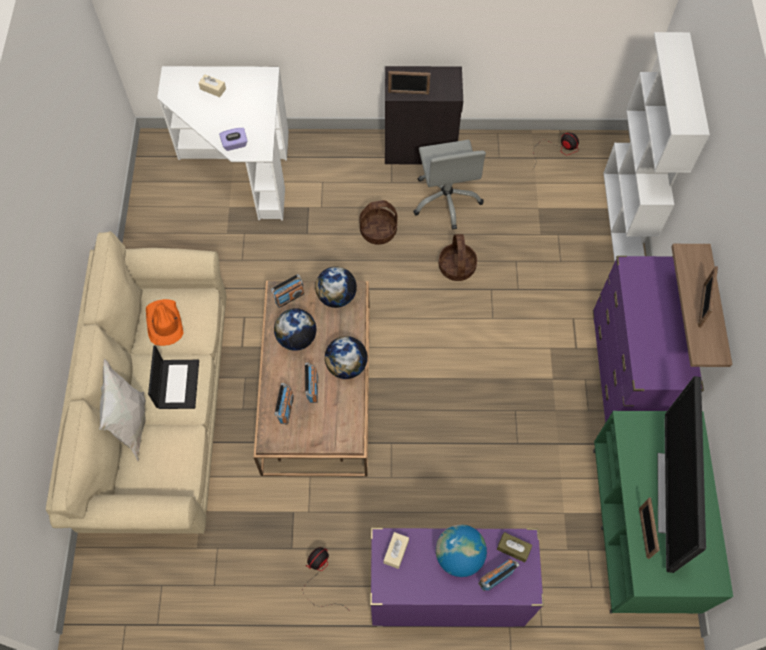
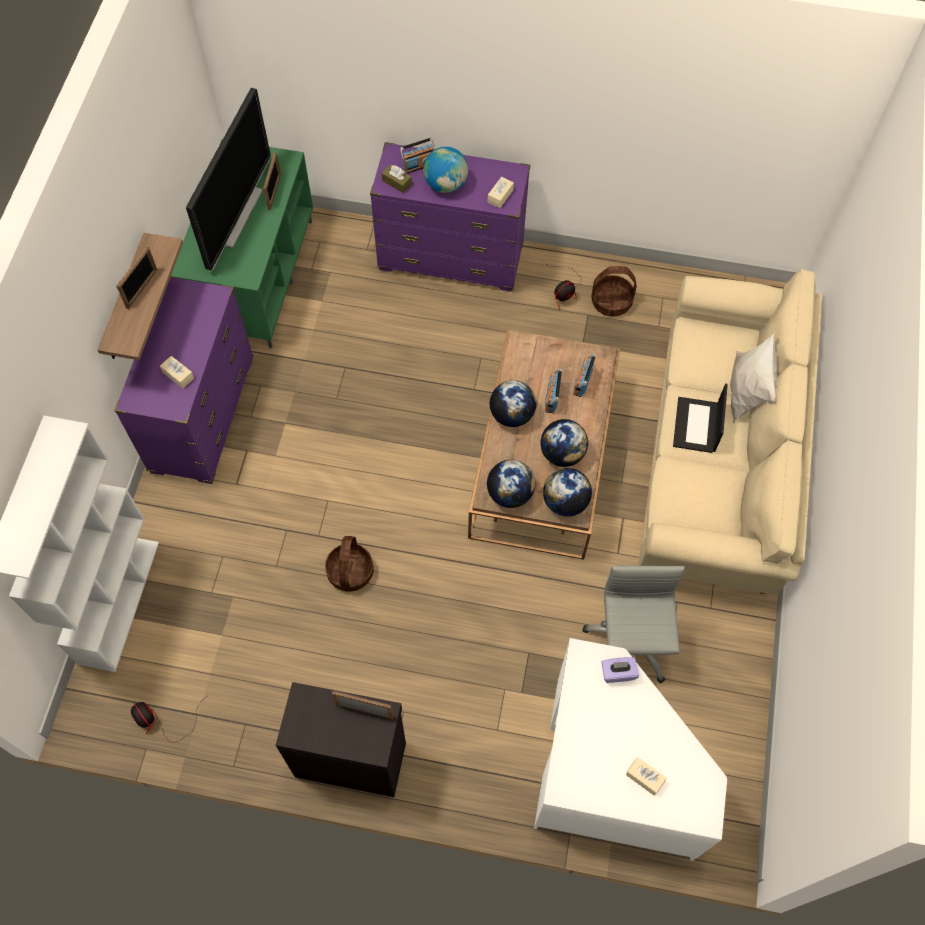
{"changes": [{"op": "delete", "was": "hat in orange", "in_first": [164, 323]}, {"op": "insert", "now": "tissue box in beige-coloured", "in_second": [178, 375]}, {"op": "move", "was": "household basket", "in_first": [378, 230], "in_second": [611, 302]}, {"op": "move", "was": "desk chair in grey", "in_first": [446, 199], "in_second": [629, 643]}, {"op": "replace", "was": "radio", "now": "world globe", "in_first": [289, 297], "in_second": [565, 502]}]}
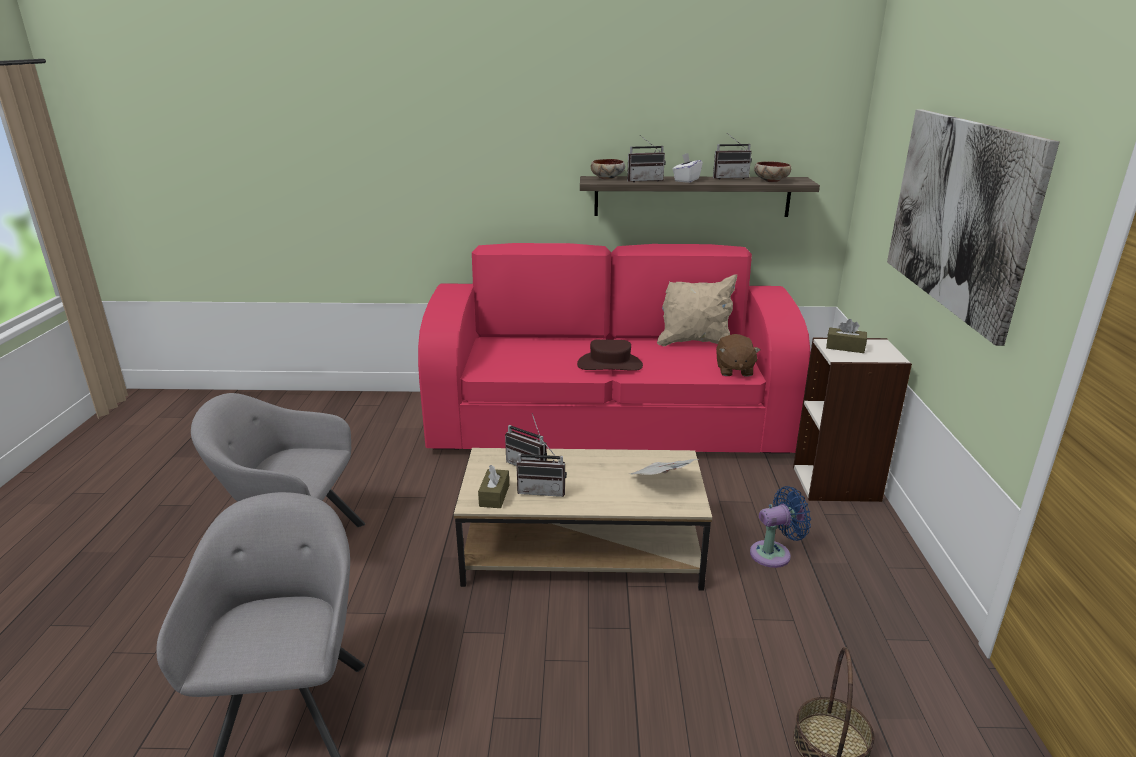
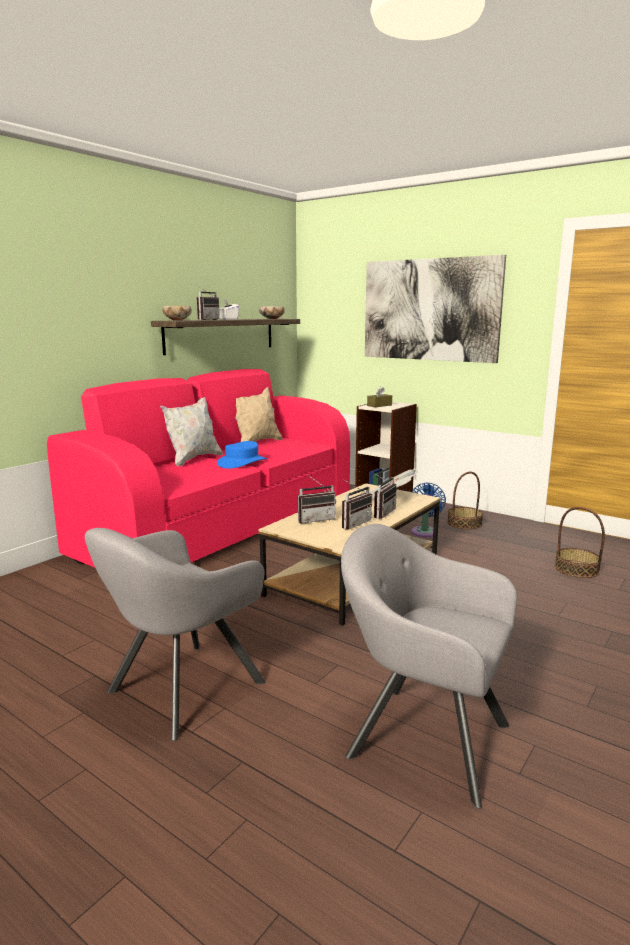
{"changes": [{"op": "delete", "was": "tissue box in brownish", "in_first": [494, 495]}, {"op": "delete", "was": "plush toy in brownish", "in_first": [734, 370]}, {"op": "insert", "now": "throw pillow in whitish", "in_second": [192, 459]}, {"op": "insert", "now": "household basket", "in_second": [464, 523]}, {"op": "move", "was": "radio", "in_first": [730, 177], "in_second": [381, 513]}, {"op": "recolor", "was": "hat in brownish", "now": "hat in blue", "in_first": [610, 365], "in_second": [242, 462]}]}
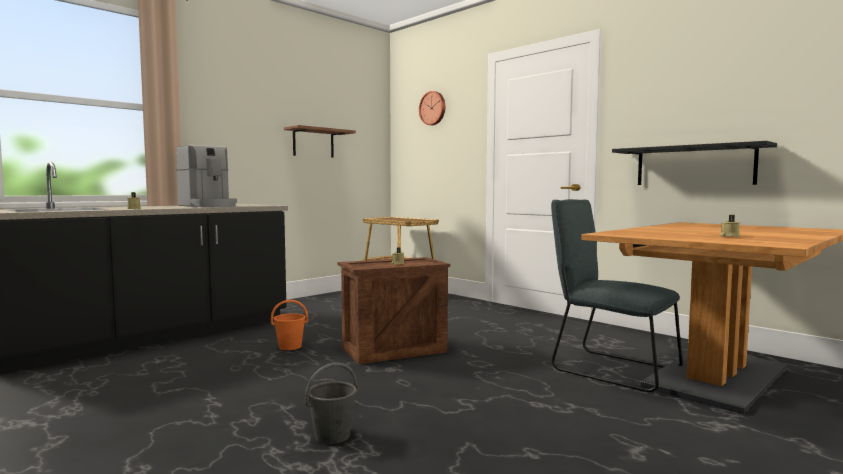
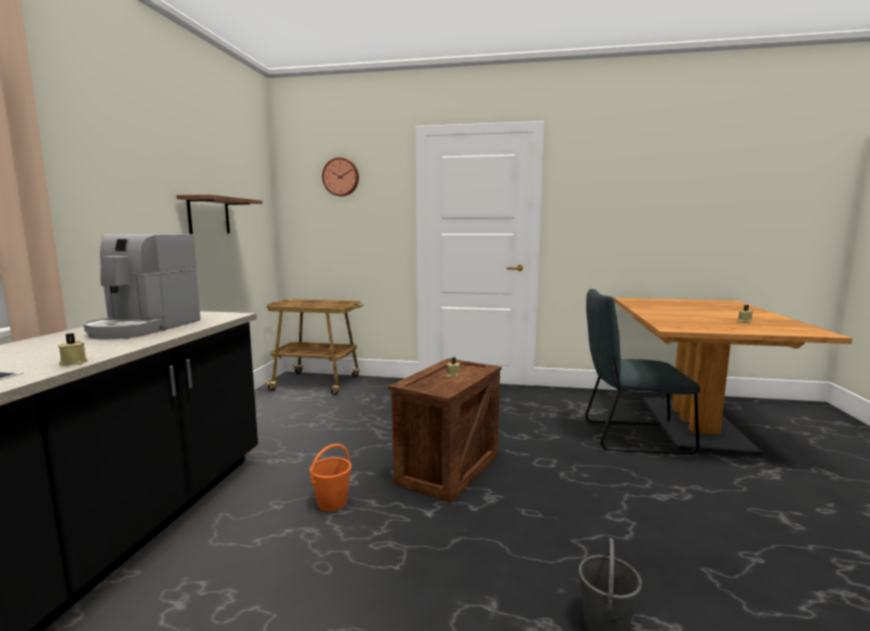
{"changes": [{"op": "delete", "was": "wall shelf in black", "in_first": [694, 166]}, {"op": "rotate", "was": "coffee brewer", "in_first": [208, 206], "in_second": [144, 328], "clockwise": 90}]}
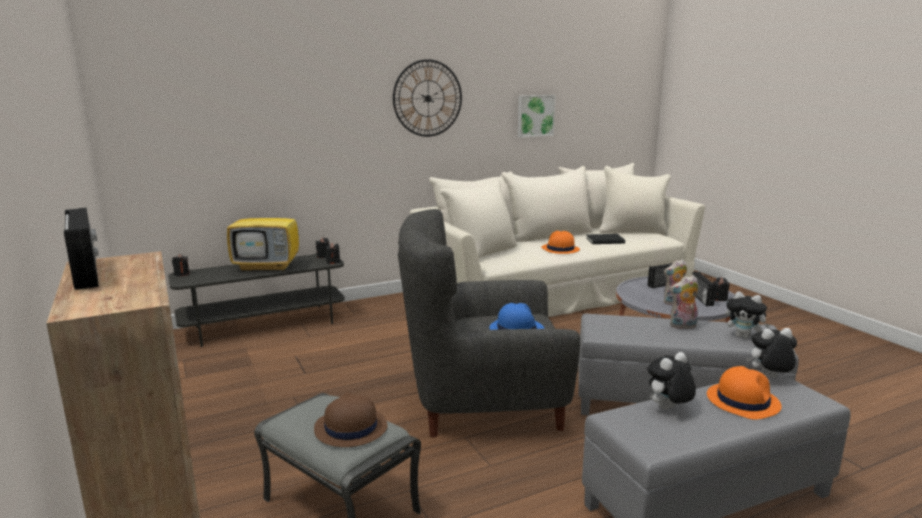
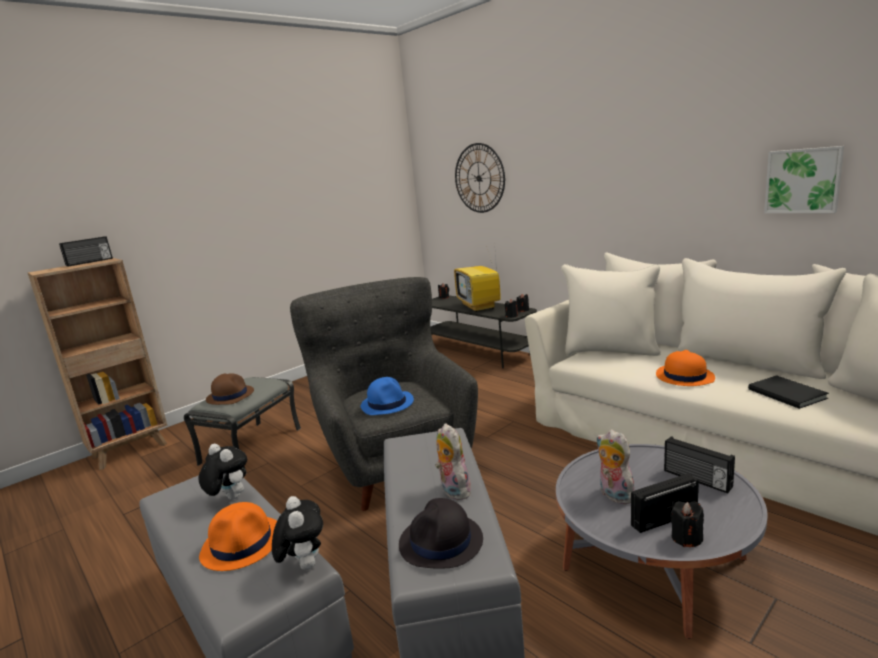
{"changes": [{"op": "move", "was": "hanging clock", "in_first": [428, 98], "in_second": [479, 178]}, {"op": "replace", "was": "plush toy", "now": "hat in black", "in_first": [744, 336], "in_second": [441, 542]}]}
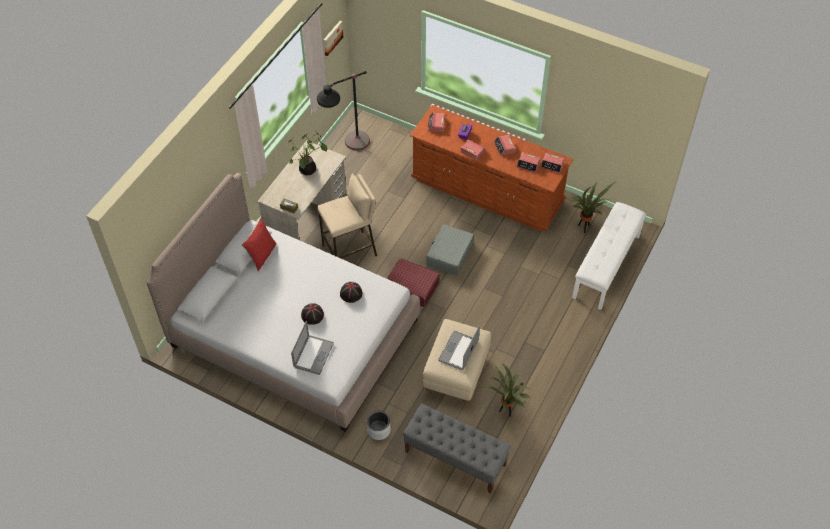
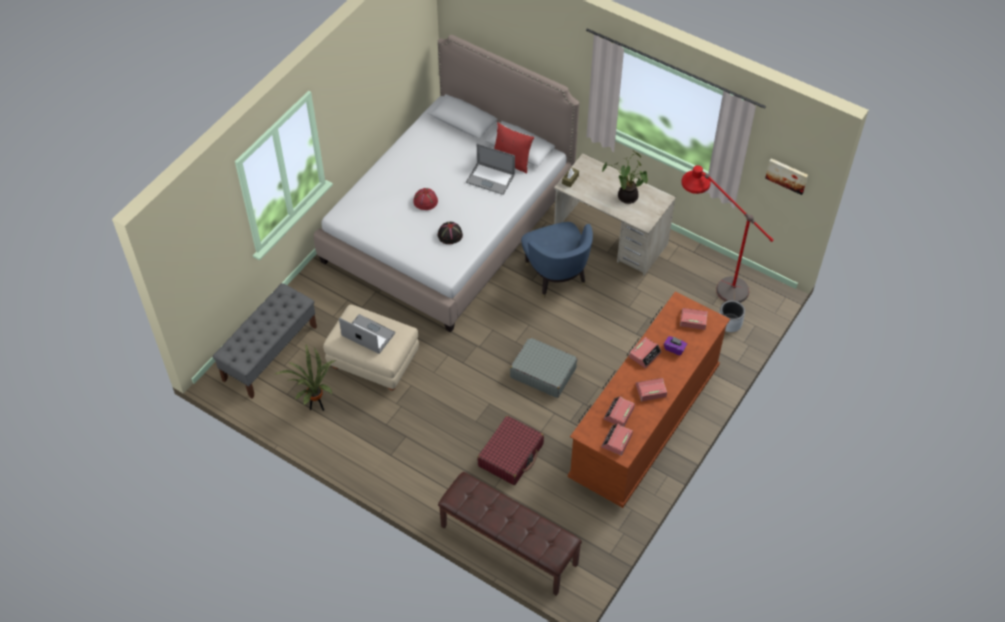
{"changes": [{"op": "delete", "was": "houseplant", "in_first": [584, 228]}, {"op": "move", "was": "laptop", "in_first": [313, 355], "in_second": [490, 178]}, {"op": "move", "was": "flower pot in grey", "in_first": [378, 430], "in_second": [729, 322]}, {"op": "move", "was": "travel case in red", "in_first": [412, 287], "in_second": [511, 455]}, {"op": "replace", "was": "stool seat in beige-coloured", "now": "easy chair in blue", "in_first": [350, 251], "in_second": [556, 276]}, {"op": "recolor", "was": "hat in black", "now": "hat in red", "in_first": [312, 315], "in_second": [425, 201]}, {"op": "recolor", "was": "floor lamp in black", "now": "floor lamp in red", "in_first": [348, 153], "in_second": [711, 280]}, {"op": "recolor", "was": "long seat in whitish", "now": "long seat in brownish", "in_first": [607, 267], "in_second": [508, 545]}]}
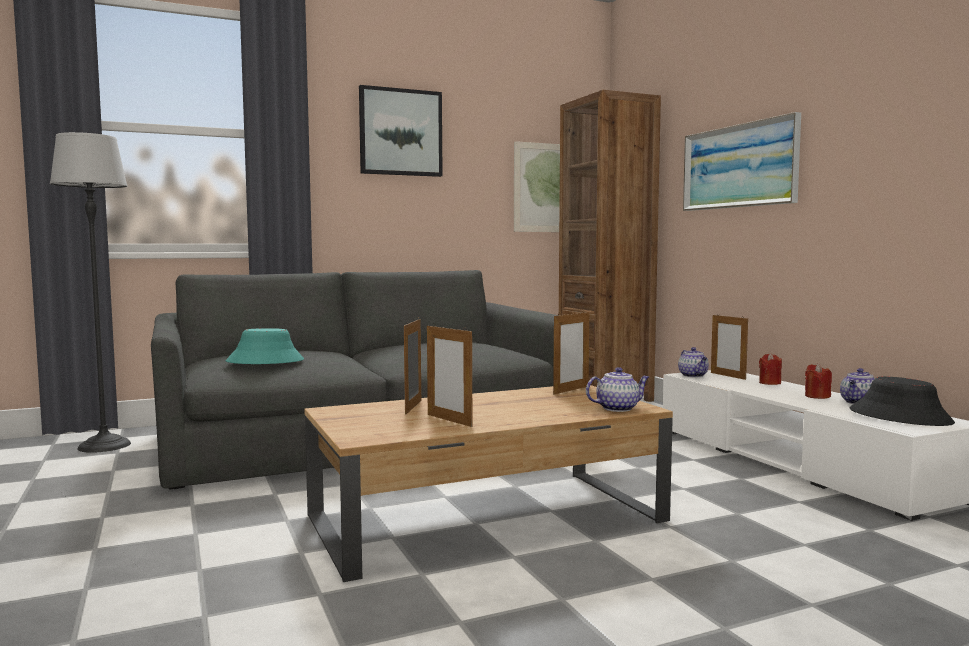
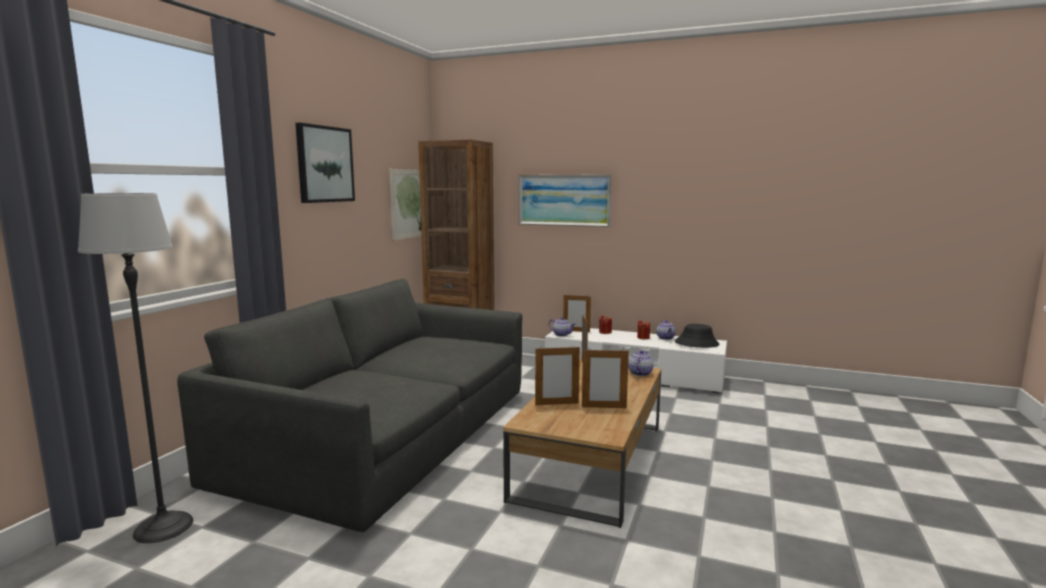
{"changes": [{"op": "delete", "was": "hat in blue-green", "in_first": [265, 361]}, {"op": "rotate", "was": "standing frame", "in_first": [413, 407], "in_second": [557, 404], "clockwise": -60}]}
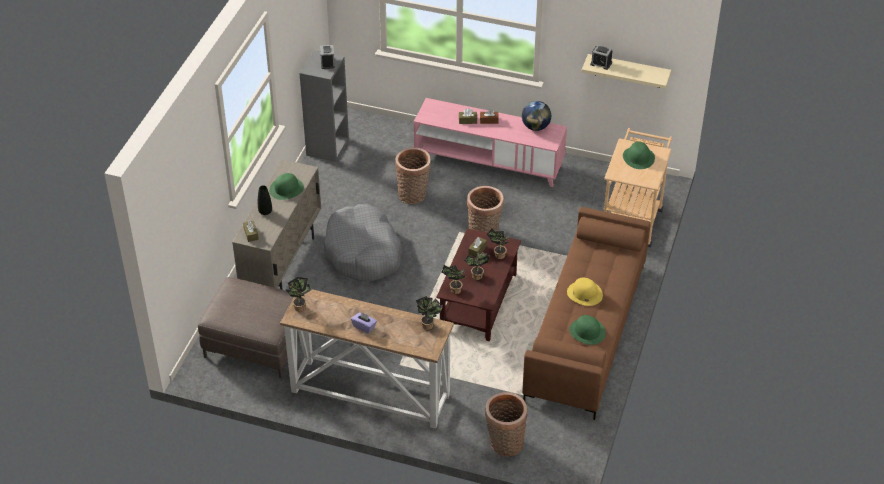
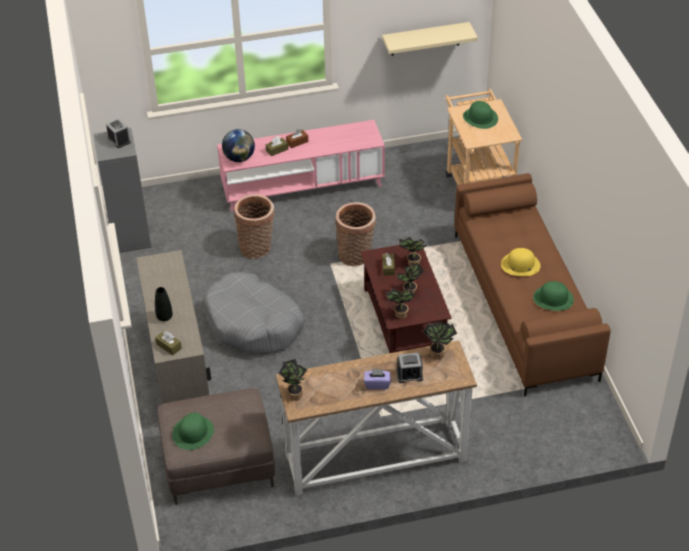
{"changes": [{"op": "delete", "was": "household basket", "in_first": [504, 445]}, {"op": "move", "was": "hat in green-coloured", "in_first": [286, 188], "in_second": [193, 432]}, {"op": "move", "was": "world globe", "in_first": [535, 127], "in_second": [239, 158]}, {"op": "move", "was": "alarm clock", "in_first": [601, 63], "in_second": [409, 375]}]}
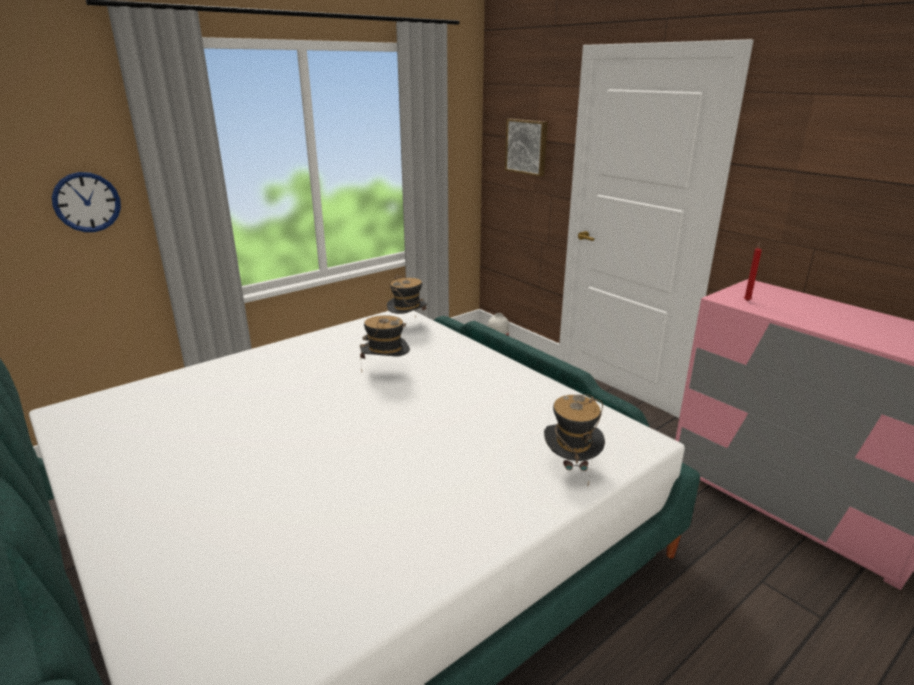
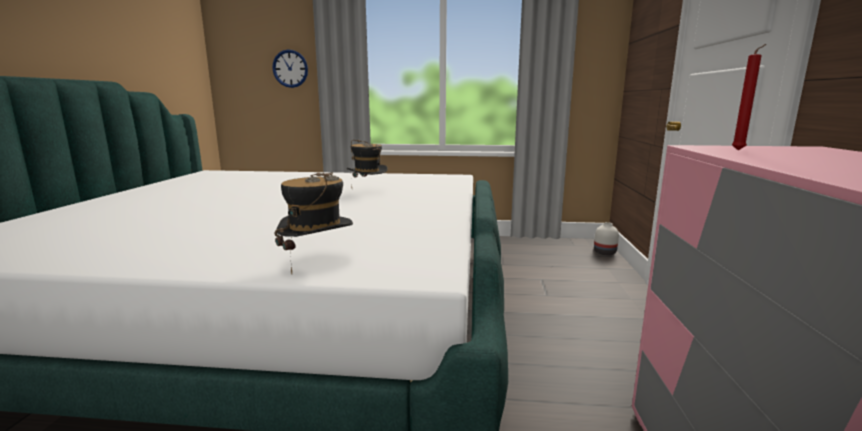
{"changes": [{"op": "delete", "was": "hat", "in_first": [408, 325]}, {"op": "delete", "was": "picture", "in_first": [527, 146]}]}
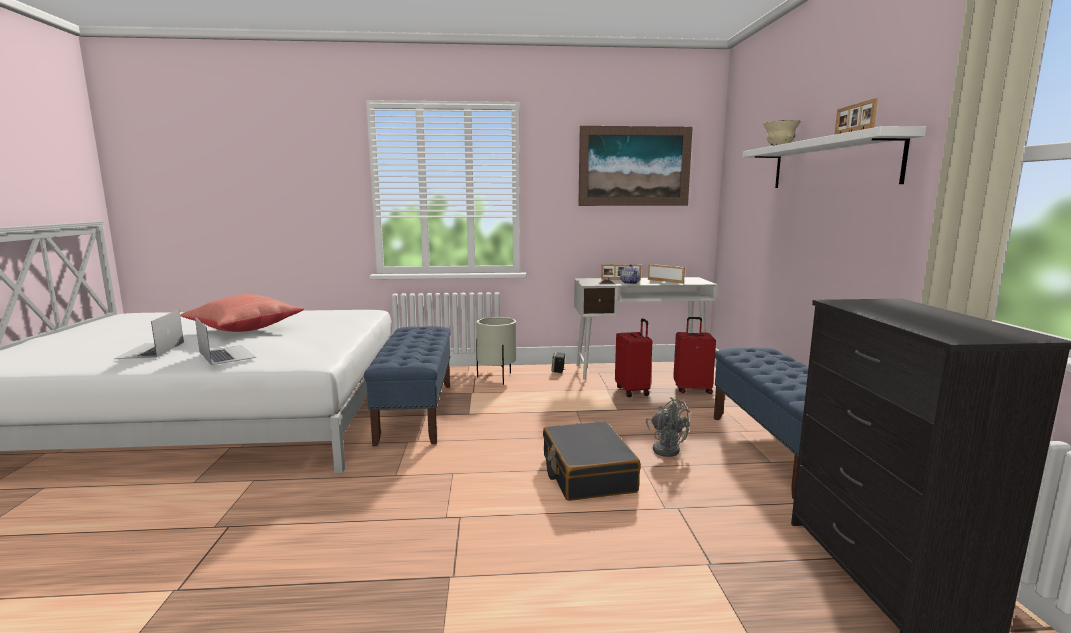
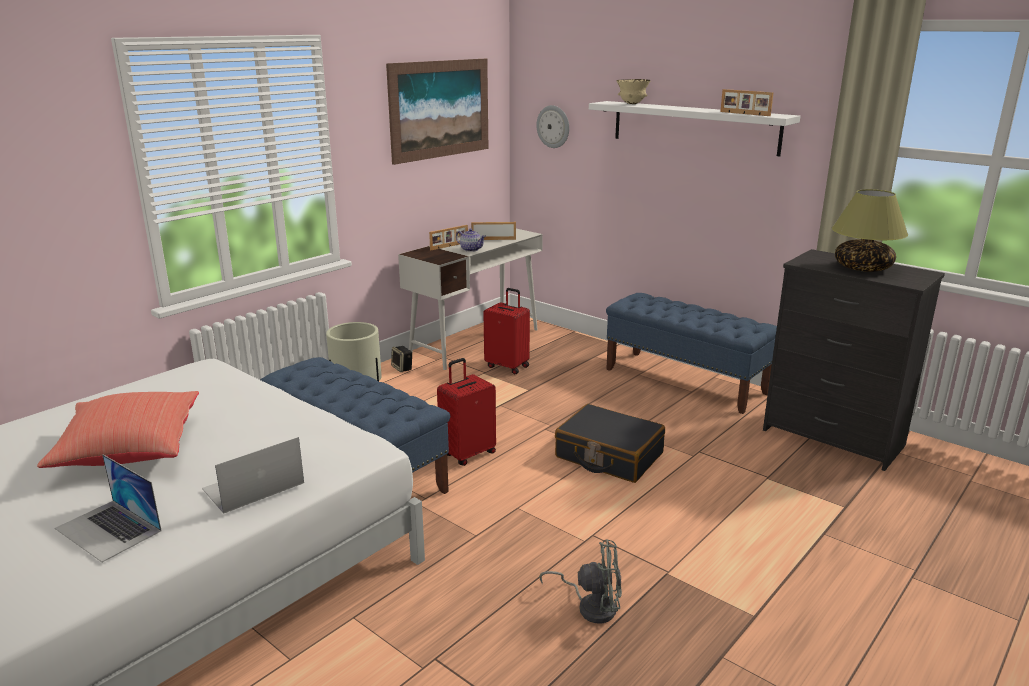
{"changes": [{"op": "insert", "now": "hanging clock", "in_second": [553, 126]}, {"op": "insert", "now": "tabletop lamp", "in_second": [862, 268]}, {"op": "move", "was": "fan in grey", "in_first": [665, 448], "in_second": [591, 606]}, {"op": "move", "was": "travel case in red", "in_first": [692, 389], "in_second": [467, 453]}, {"op": "rotate", "was": "laptop", "in_first": [227, 354], "in_second": [253, 486], "clockwise": -45}]}
